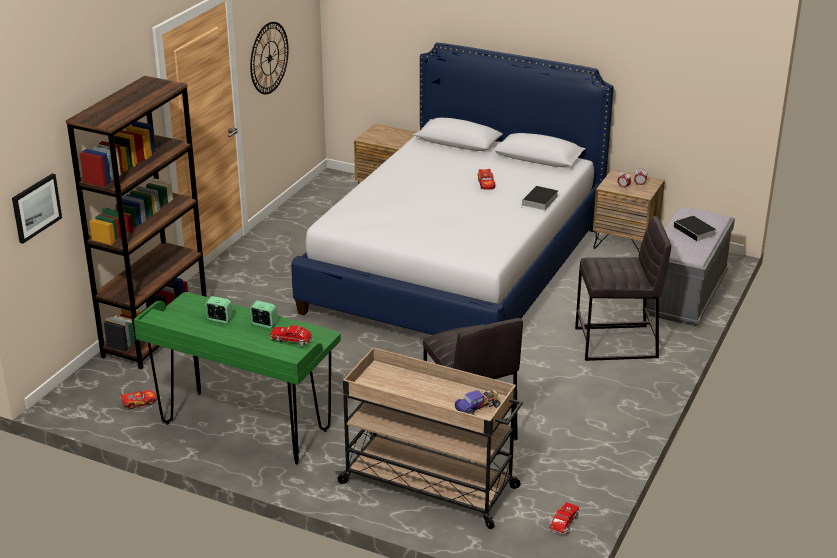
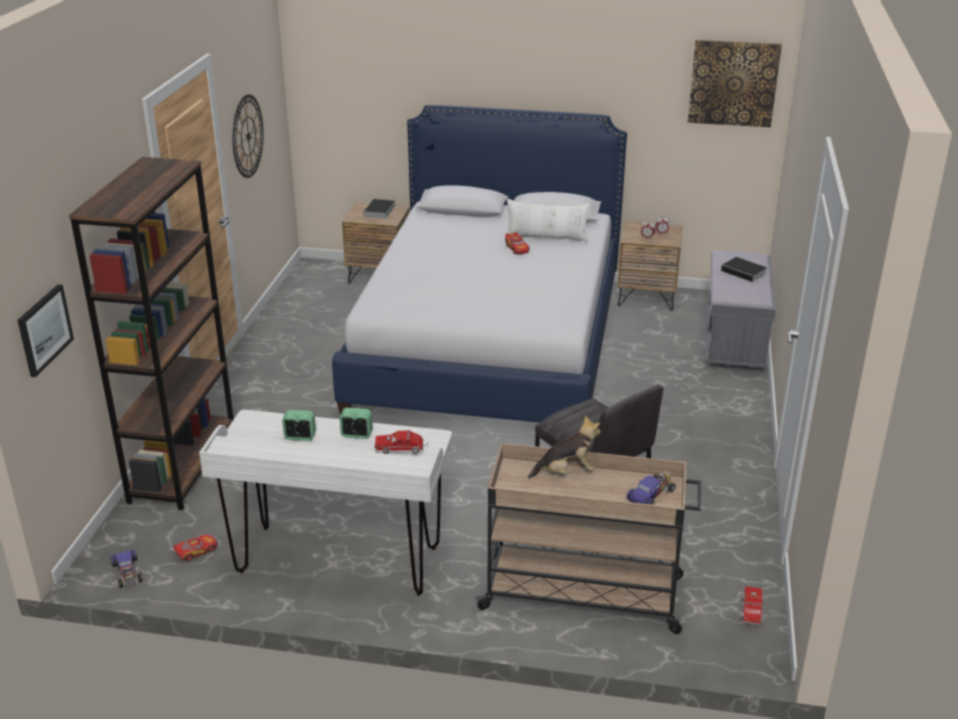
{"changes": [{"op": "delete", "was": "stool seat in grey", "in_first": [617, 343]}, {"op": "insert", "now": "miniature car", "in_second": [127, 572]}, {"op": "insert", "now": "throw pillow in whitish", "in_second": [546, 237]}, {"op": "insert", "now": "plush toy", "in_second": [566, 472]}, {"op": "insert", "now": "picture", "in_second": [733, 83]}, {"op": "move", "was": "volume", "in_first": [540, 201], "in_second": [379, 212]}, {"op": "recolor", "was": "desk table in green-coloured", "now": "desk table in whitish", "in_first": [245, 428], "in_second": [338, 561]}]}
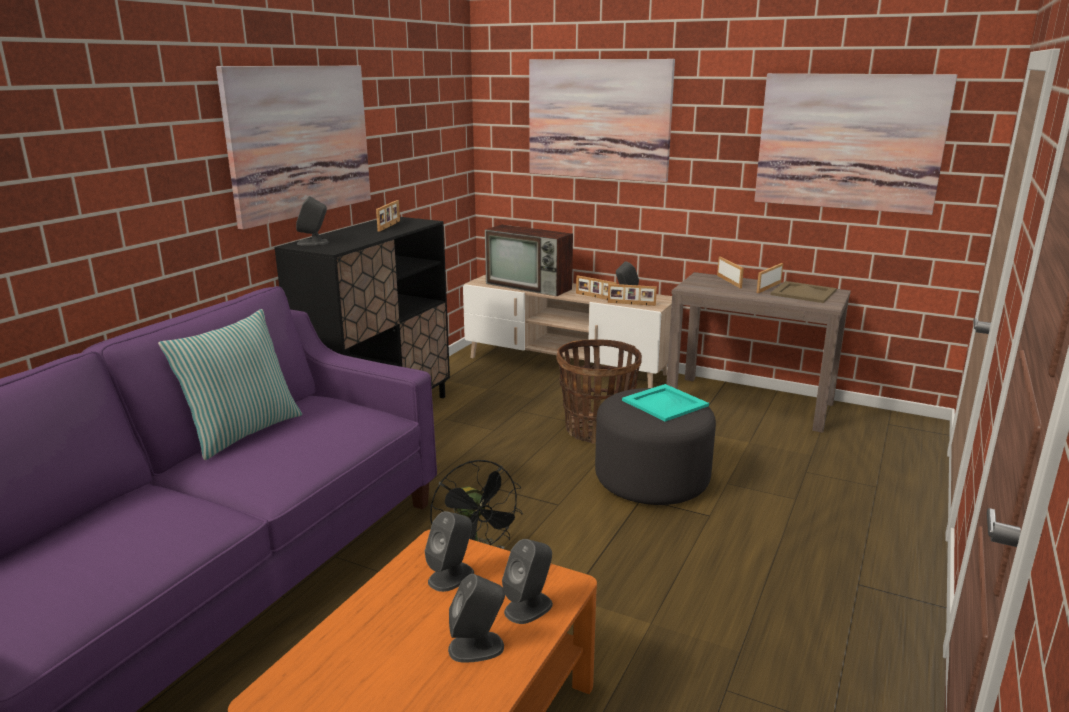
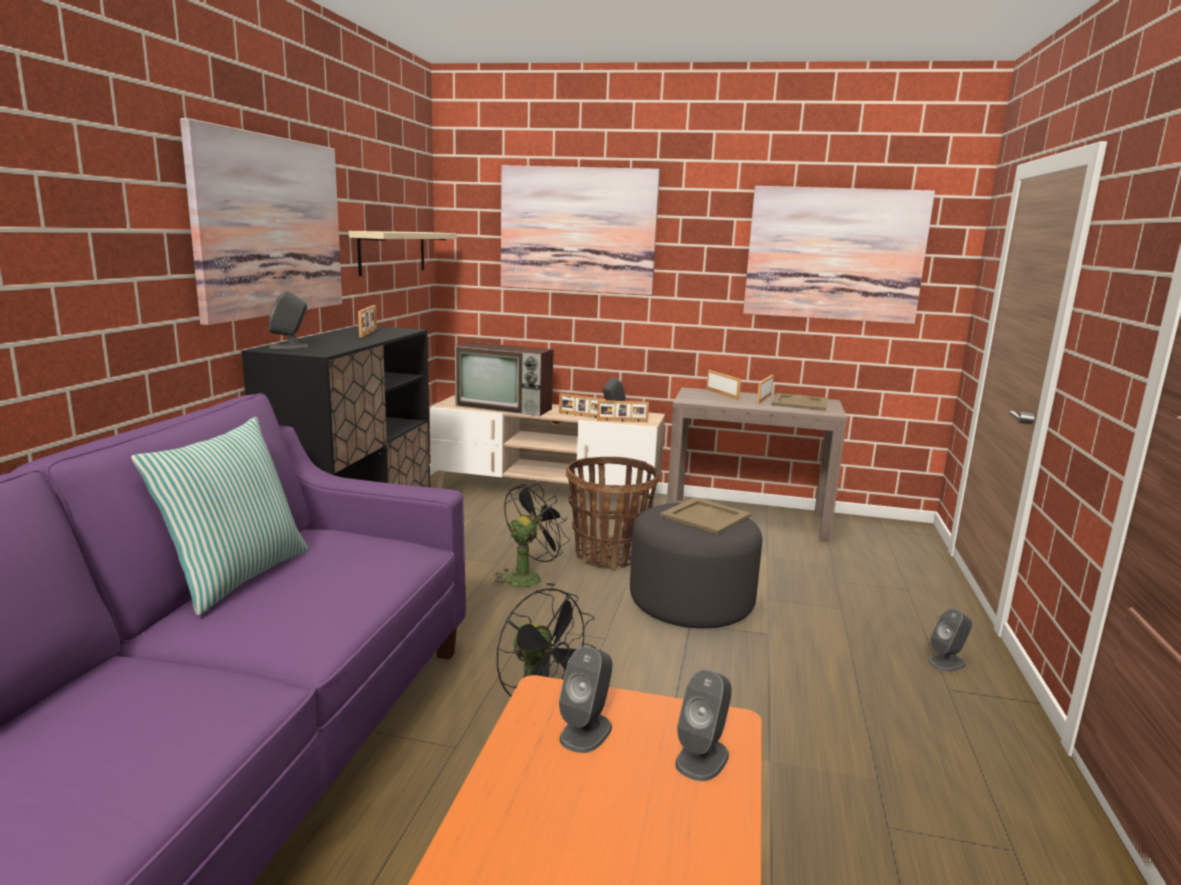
{"changes": [{"op": "insert", "now": "wall shelf in beige-coloured", "in_second": [393, 252]}, {"op": "insert", "now": "fan in black", "in_second": [528, 576]}, {"op": "move", "was": "speaker in grey", "in_first": [477, 647], "in_second": [947, 662]}, {"op": "recolor", "was": "carrying tray in blue-green", "now": "carrying tray in beige-coloured", "in_first": [665, 403], "in_second": [705, 516]}]}
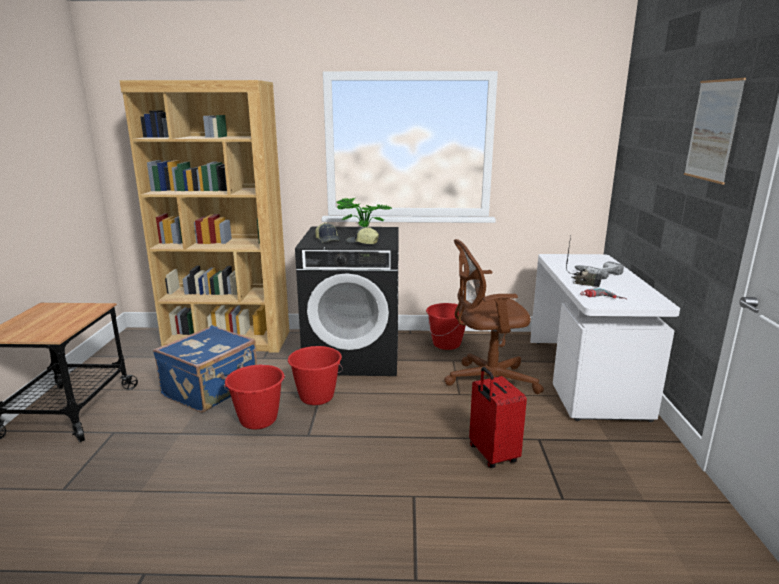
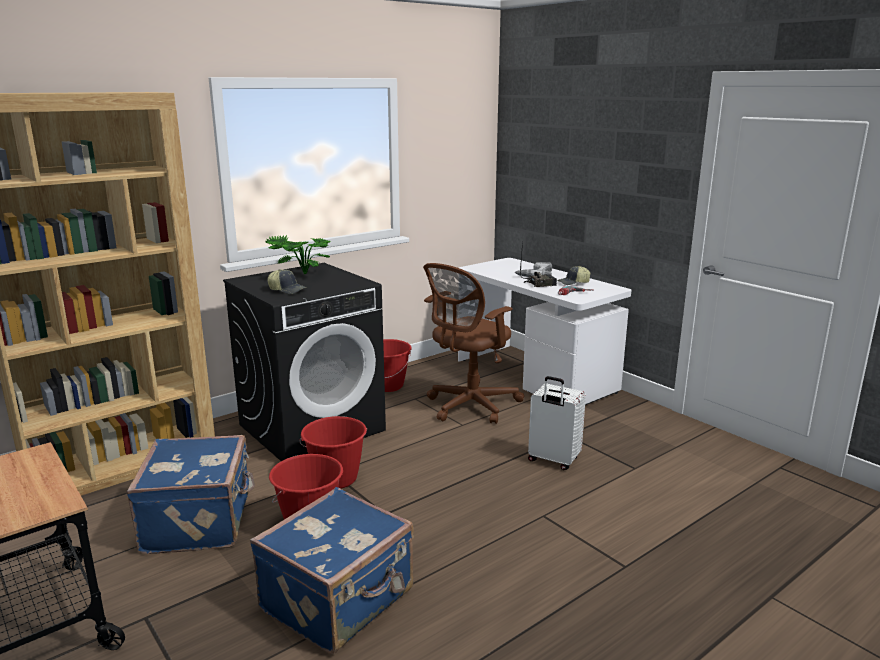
{"changes": [{"op": "delete", "was": "picture", "in_first": [712, 130]}, {"op": "insert", "now": "travel case in blue", "in_second": [340, 601]}, {"op": "move", "was": "peaked cap", "in_first": [362, 243], "in_second": [573, 283]}, {"op": "recolor", "was": "travel case in red", "now": "travel case in whitish", "in_first": [492, 455], "in_second": [553, 460]}]}
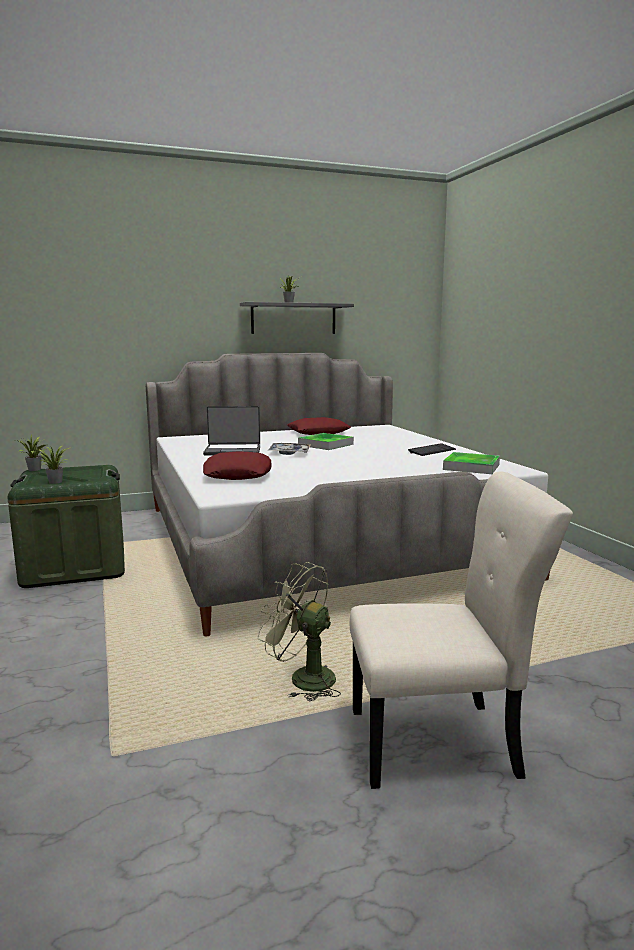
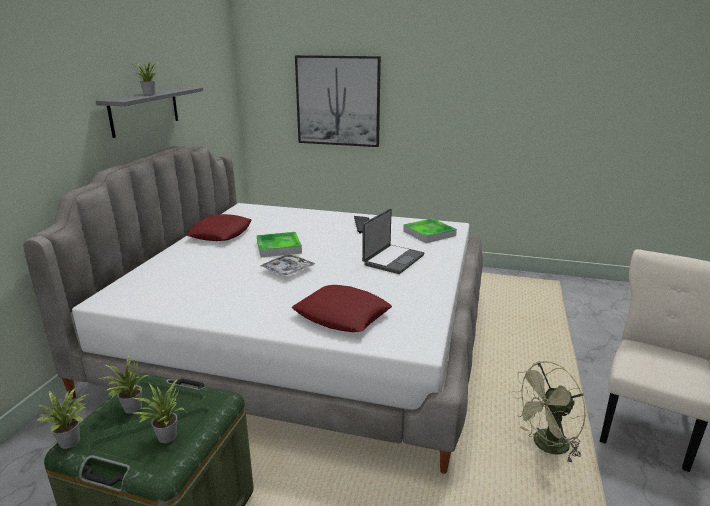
{"changes": [{"op": "insert", "now": "houseplant", "in_second": [130, 408]}, {"op": "insert", "now": "picture", "in_second": [338, 101]}, {"op": "move", "was": "laptop", "in_first": [233, 451], "in_second": [392, 260]}]}
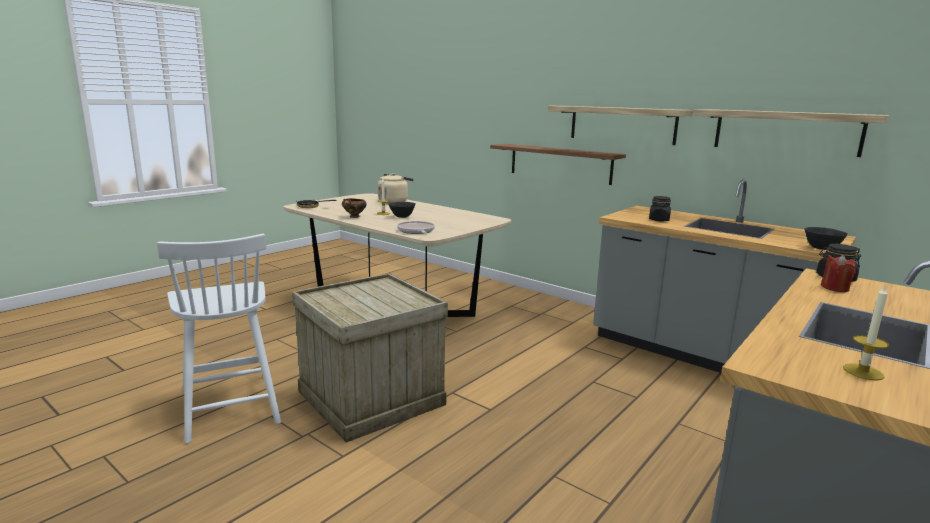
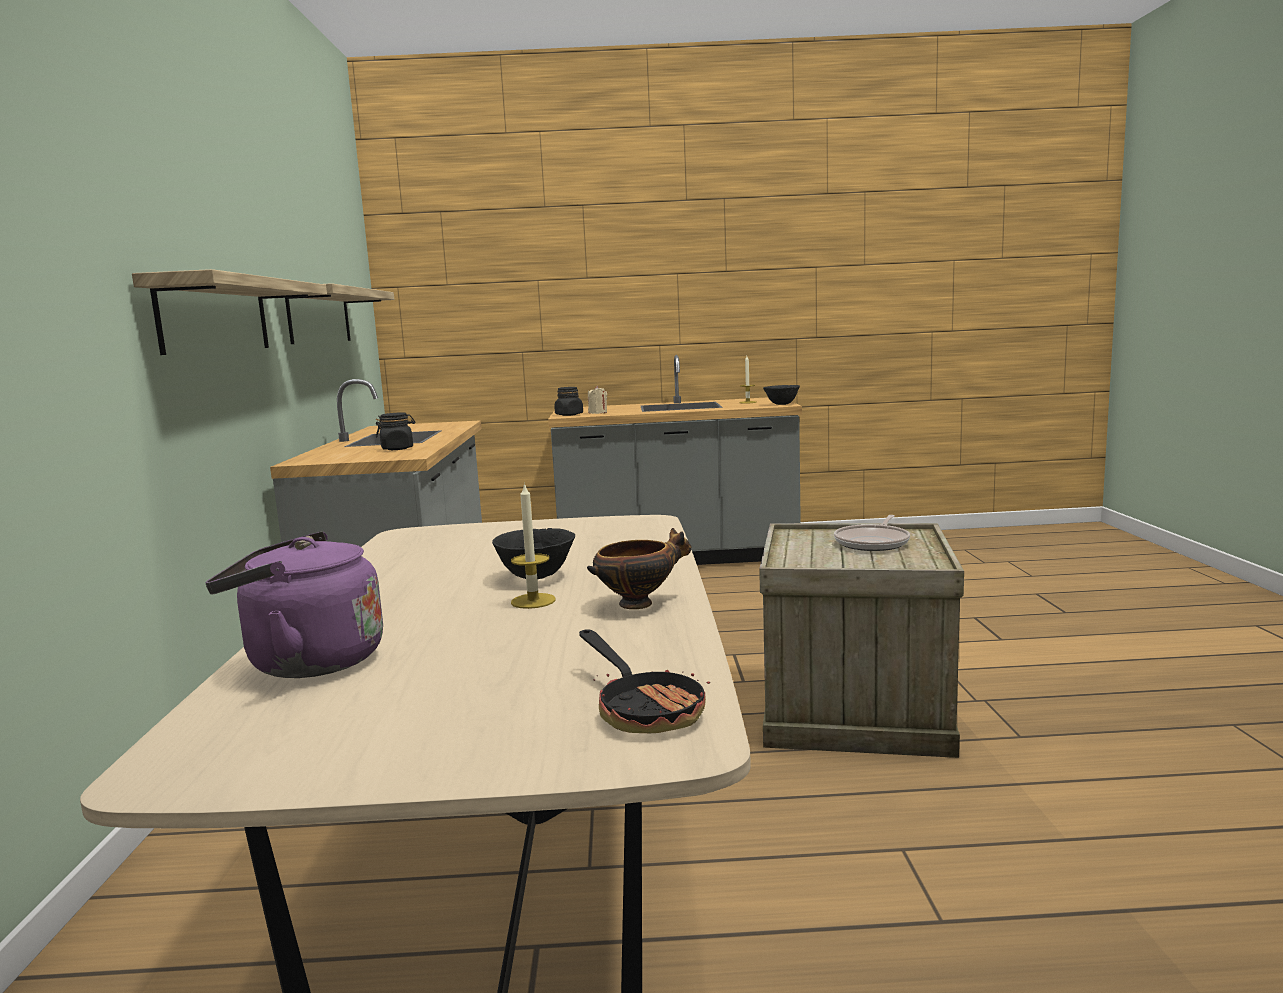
{"changes": [{"op": "delete", "was": "upright chair in whitish", "in_first": [230, 404]}, {"op": "delete", "was": "wall shelf in brownish", "in_first": [560, 163]}, {"op": "move", "was": "frying pan", "in_first": [416, 231], "in_second": [873, 543]}, {"op": "move", "was": "serving bowl in black", "in_first": [822, 249], "in_second": [781, 404]}, {"op": "recolor", "was": "tea kettle in beige-coloured", "now": "tea kettle in purple", "in_first": [394, 201], "in_second": [307, 662]}, {"op": "recolor", "was": "wax light in red", "now": "wax light in beige-coloured", "in_first": [835, 288], "in_second": [598, 413]}]}
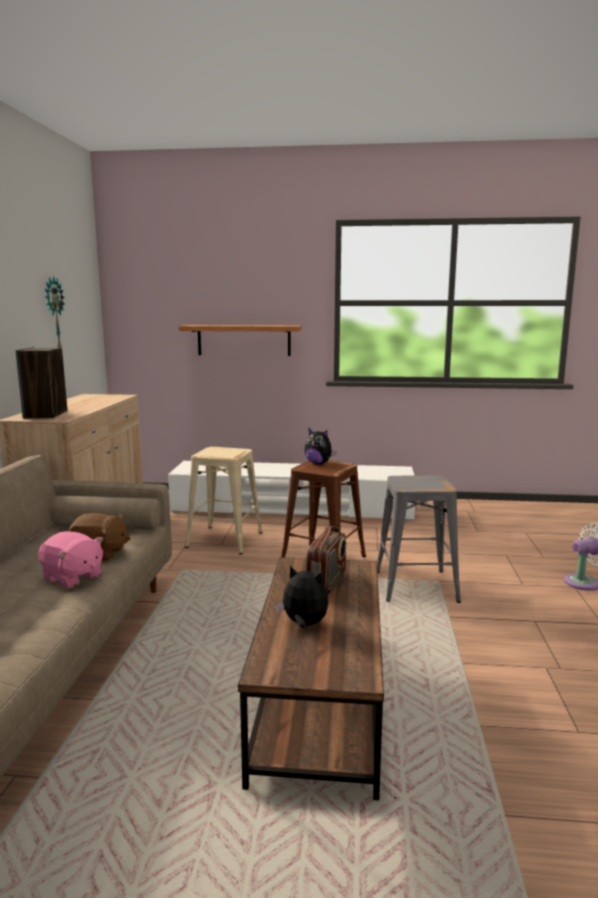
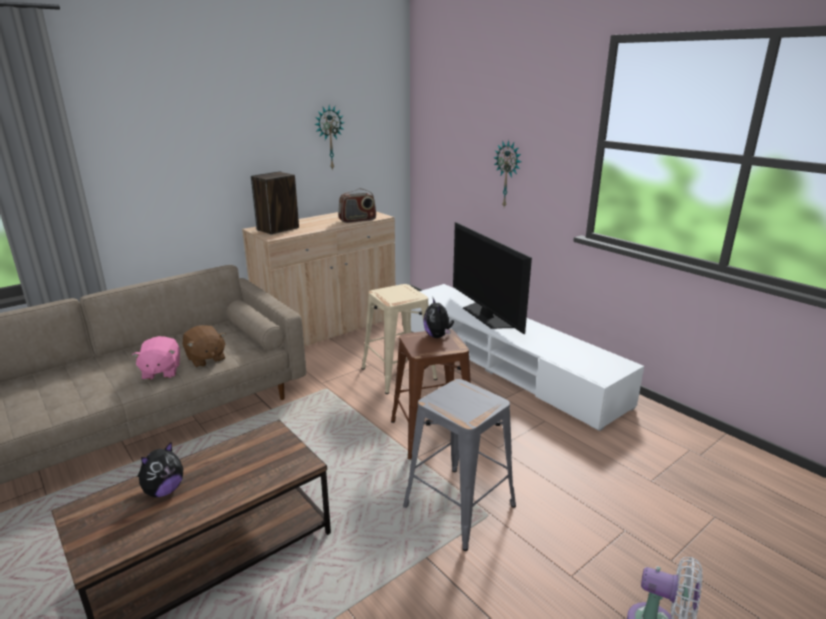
{"changes": [{"op": "insert", "now": "TV", "in_second": [486, 316]}, {"op": "move", "was": "radio", "in_first": [327, 583], "in_second": [357, 220]}, {"op": "replace", "was": "wall shelf", "now": "hanging clock", "in_first": [244, 340], "in_second": [508, 174]}, {"op": "rotate", "was": "plush toy", "in_first": [304, 624], "in_second": [163, 491], "clockwise": 60}]}
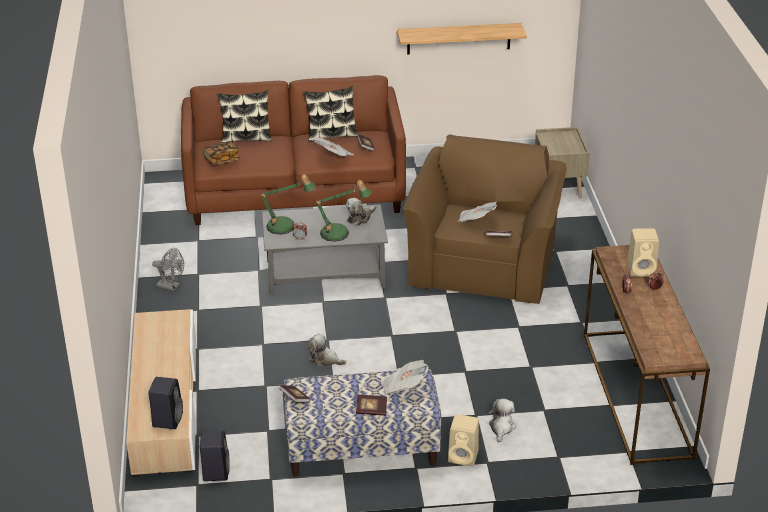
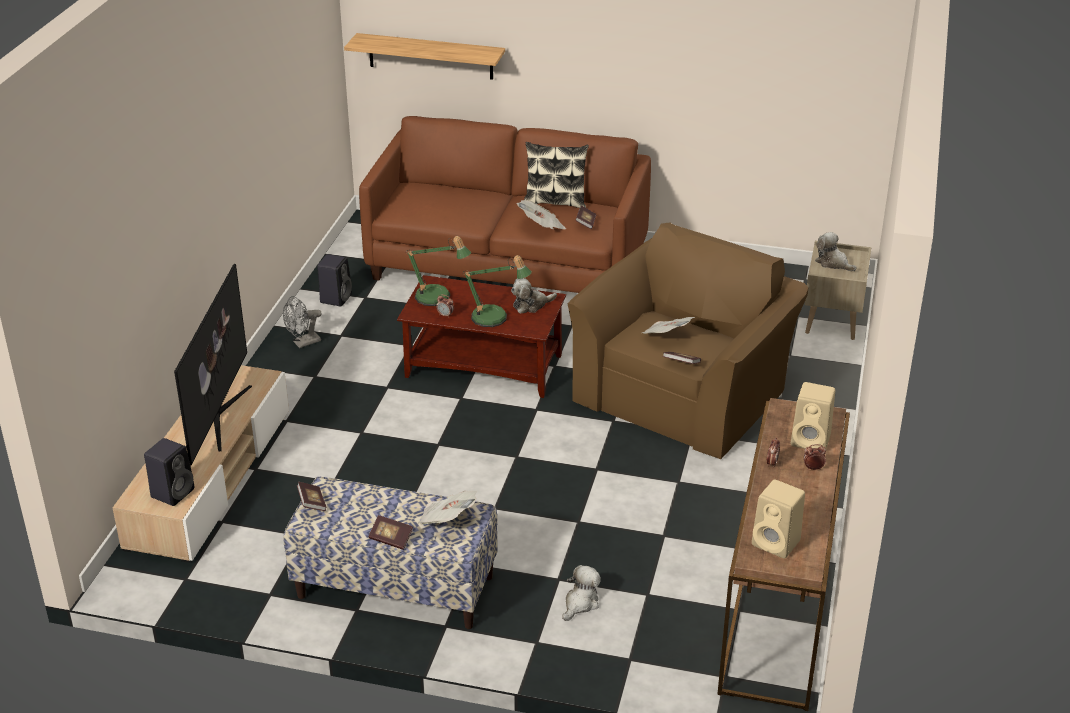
{"changes": [{"op": "delete", "was": "volume", "in_first": [221, 160]}, {"op": "delete", "was": "throw pillow", "in_first": [246, 138]}, {"op": "insert", "now": "TV", "in_second": [218, 416]}, {"op": "move", "was": "speaker in black", "in_first": [215, 471], "in_second": [336, 298]}, {"op": "move", "was": "plush toy", "in_first": [325, 359], "in_second": [833, 263]}, {"op": "move", "was": "wall shelf", "in_first": [458, 38], "in_second": [430, 56]}, {"op": "move", "was": "speaker in beige-coloured", "in_first": [464, 457], "in_second": [777, 543]}, {"op": "recolor", "was": "low table in grey", "now": "low table in brownish", "in_first": [326, 273], "in_second": [485, 366]}, {"op": "rotate", "was": "fan in grey", "in_first": [171, 286], "in_second": [303, 343], "clockwise": 105}]}
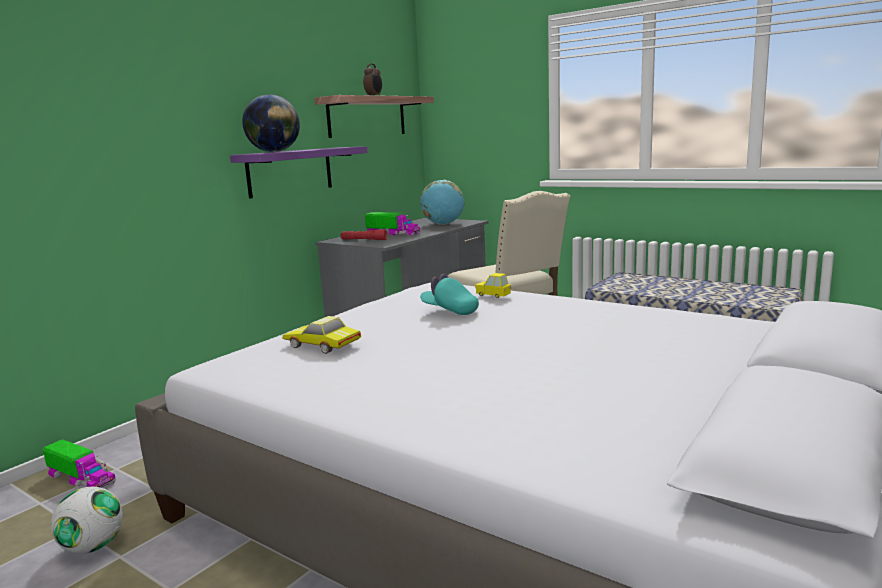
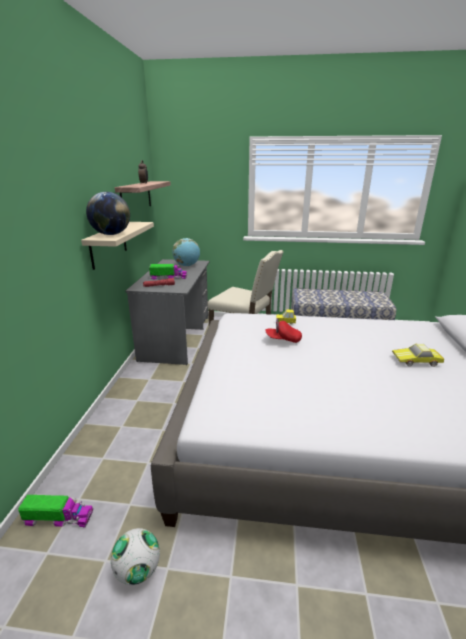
{"changes": [{"op": "move", "was": "miniature car", "in_first": [322, 345], "in_second": [417, 361]}, {"op": "recolor", "was": "wall shelf in purple", "now": "wall shelf in beige-coloured", "in_first": [290, 171], "in_second": [108, 244]}, {"op": "recolor", "was": "peaked cap in blue-green", "now": "peaked cap in red", "in_first": [449, 310], "in_second": [283, 339]}]}
